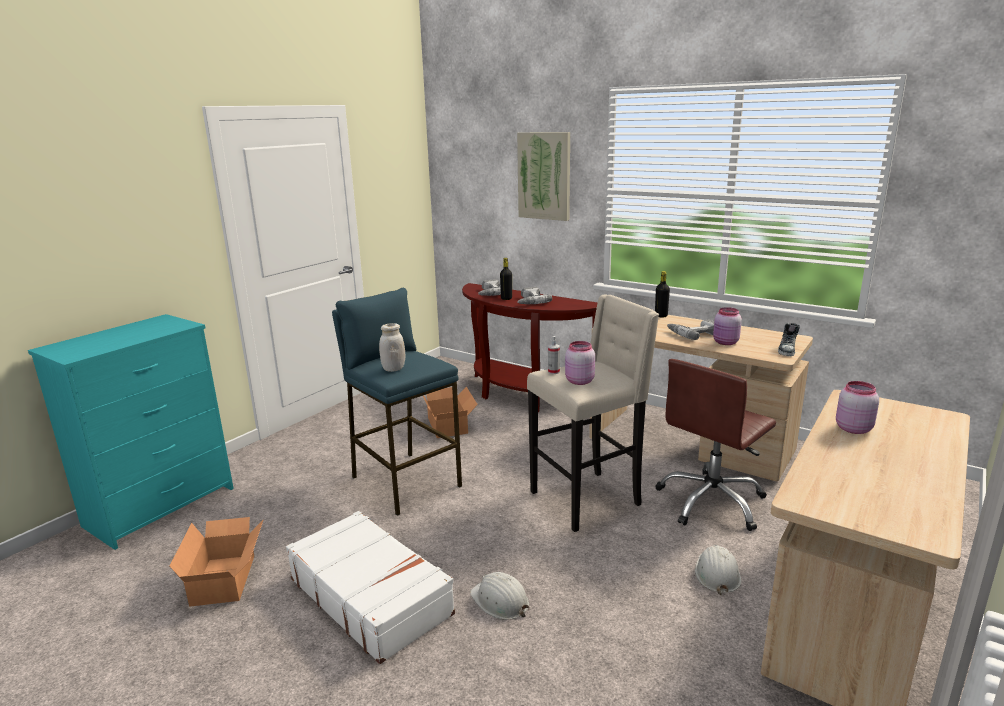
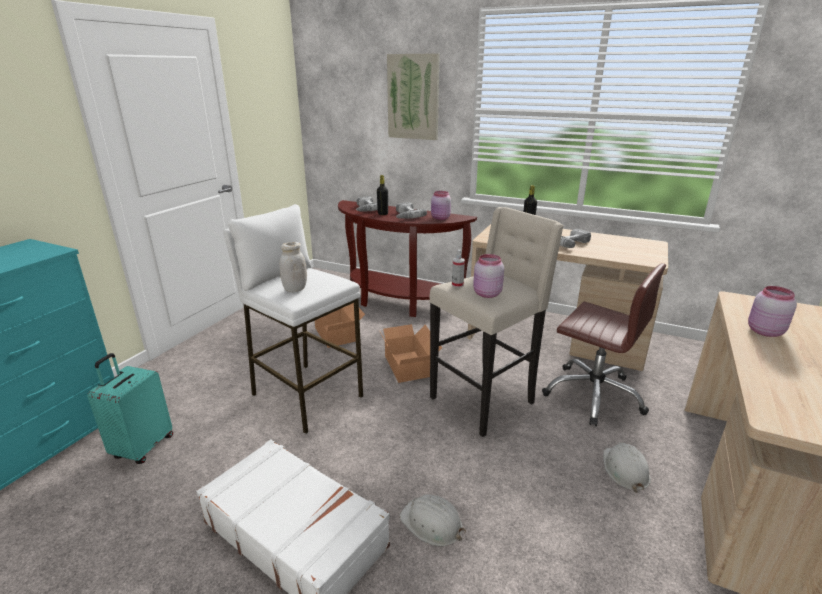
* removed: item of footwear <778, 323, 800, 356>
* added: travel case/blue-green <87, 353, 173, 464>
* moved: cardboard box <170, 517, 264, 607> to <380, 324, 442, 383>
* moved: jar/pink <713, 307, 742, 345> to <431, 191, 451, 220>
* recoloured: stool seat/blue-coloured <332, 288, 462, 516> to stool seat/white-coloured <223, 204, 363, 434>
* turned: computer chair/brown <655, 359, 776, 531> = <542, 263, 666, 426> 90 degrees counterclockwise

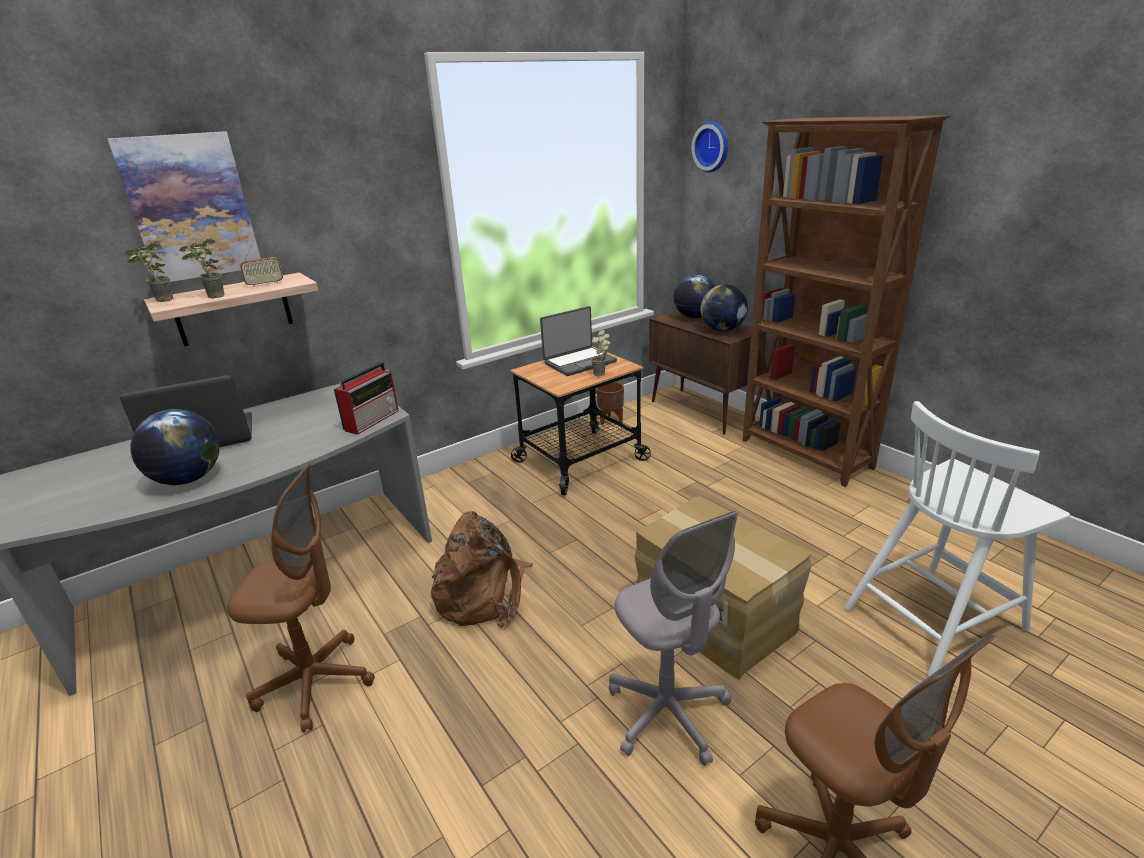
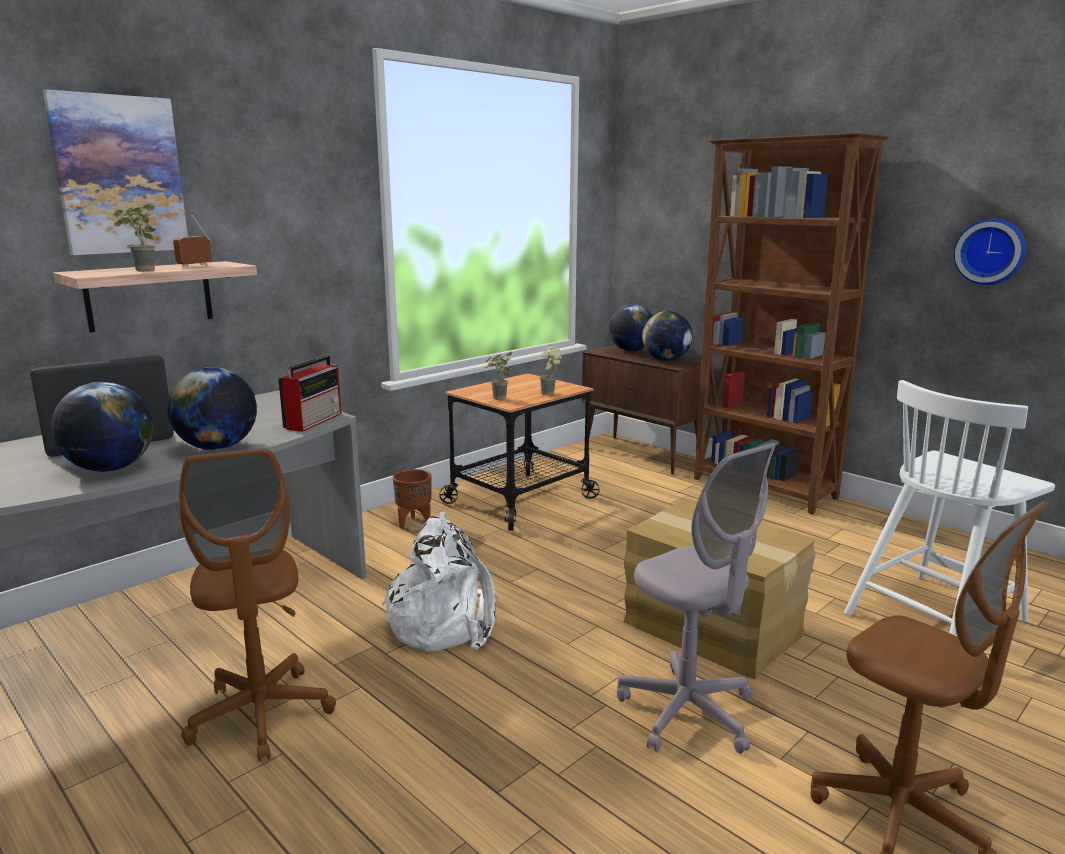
* removed: portable computer <540, 306, 617, 376>
* added: desk globe <167, 367, 257, 450>
* moved: houseplant <125, 242, 173, 302> to <485, 351, 513, 400>
* moved: flower pot/brown <596, 382, 624, 425> to <393, 469, 432, 529>
* moved: wall clock <692, 122, 728, 173> to <954, 218, 1026, 285>
* recoloured: backpack/brown <431, 511, 533, 628> to backpack/white-coloured <382, 512, 495, 652>
* turned: computer chair/brown <227, 463, 375, 732> = <179, 448, 336, 762> 75 degrees clockwise
* turned: radio set <240, 240, 283, 287> = <173, 215, 212, 267> 150 degrees clockwise

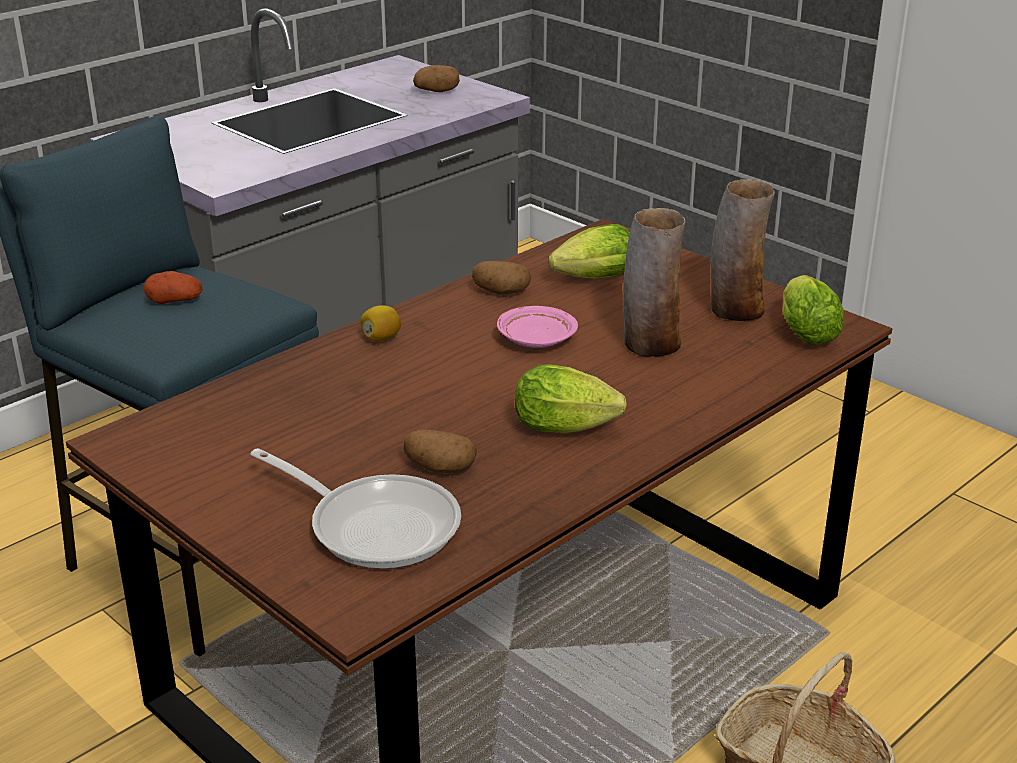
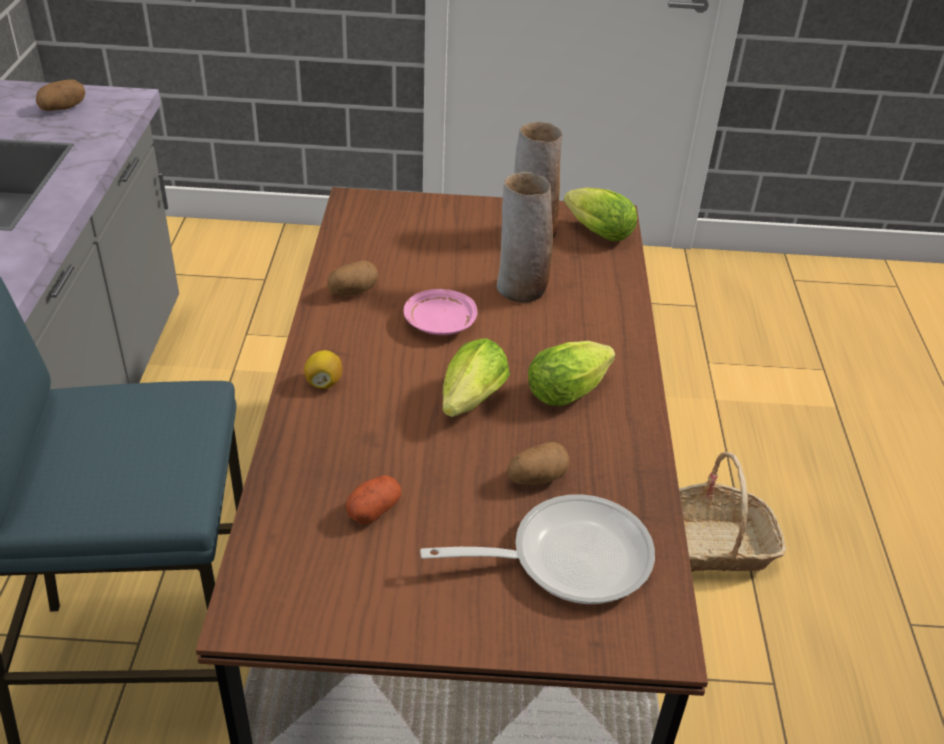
* moved: spud <144, 271, 202, 304> to <346, 475, 401, 524>
* moved: head of lettuce <548, 224, 630, 279> to <442, 338, 510, 417>

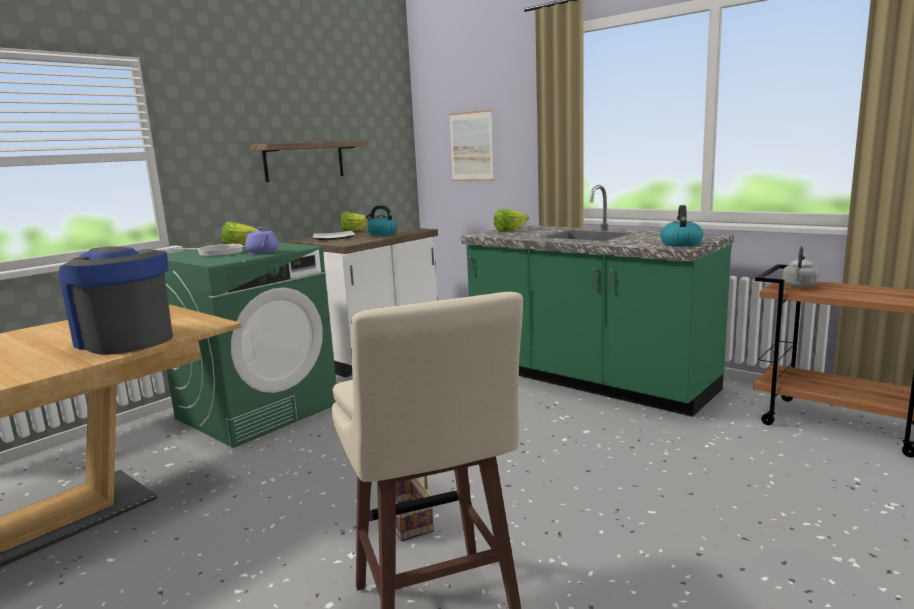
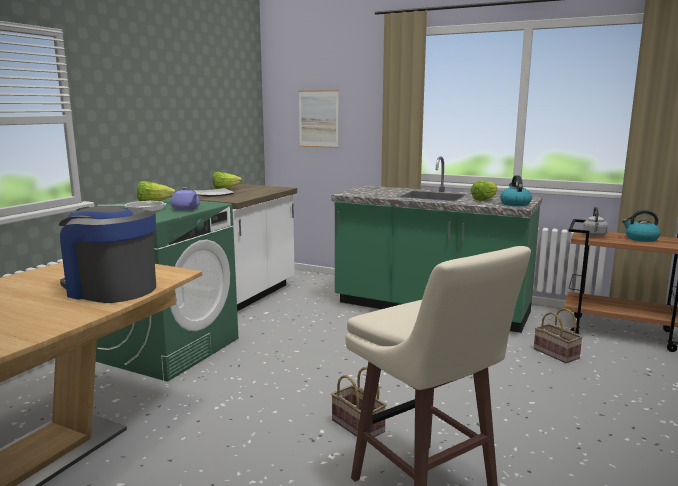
* removed: bracket shelf <249, 141, 368, 182>
* added: household basket <534, 308, 583, 363>
* moved: kettle <365, 205, 397, 236> to <622, 210, 661, 242>
* moved: head of lettuce <494, 209, 529, 232> to <471, 180, 497, 201>

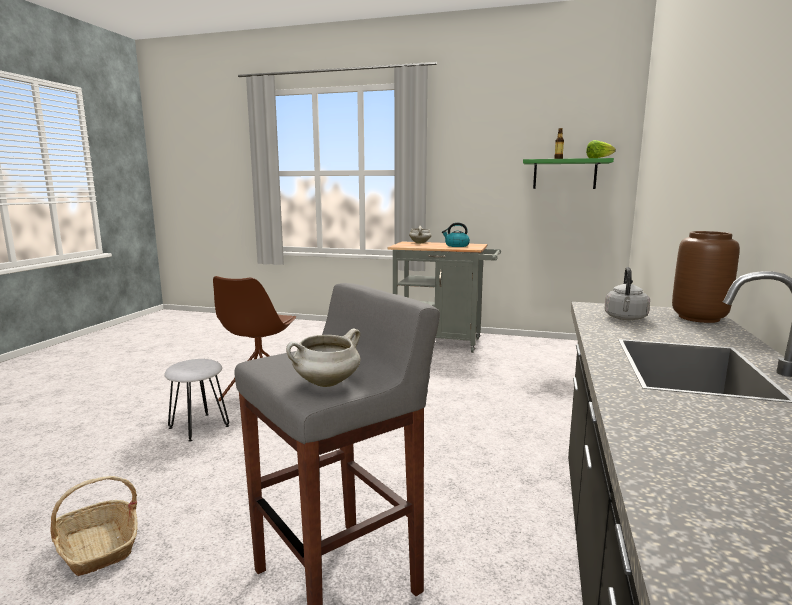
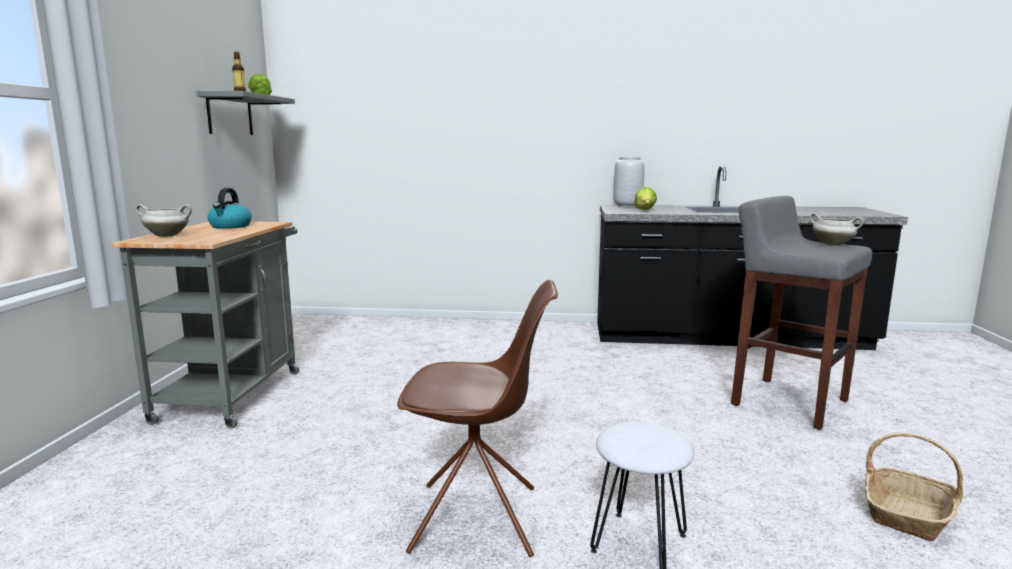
* replaced: kettle/greyish <604, 267, 650, 320> to head of lettuce <634, 187, 657, 210>
* recoloured: bracket shelf/greenish <523, 158, 614, 189> to bracket shelf/greyish <197, 91, 295, 135>
* recoloured: decorative vase/brown <672, 231, 740, 323> to decorative vase/greyish <614, 157, 645, 207>

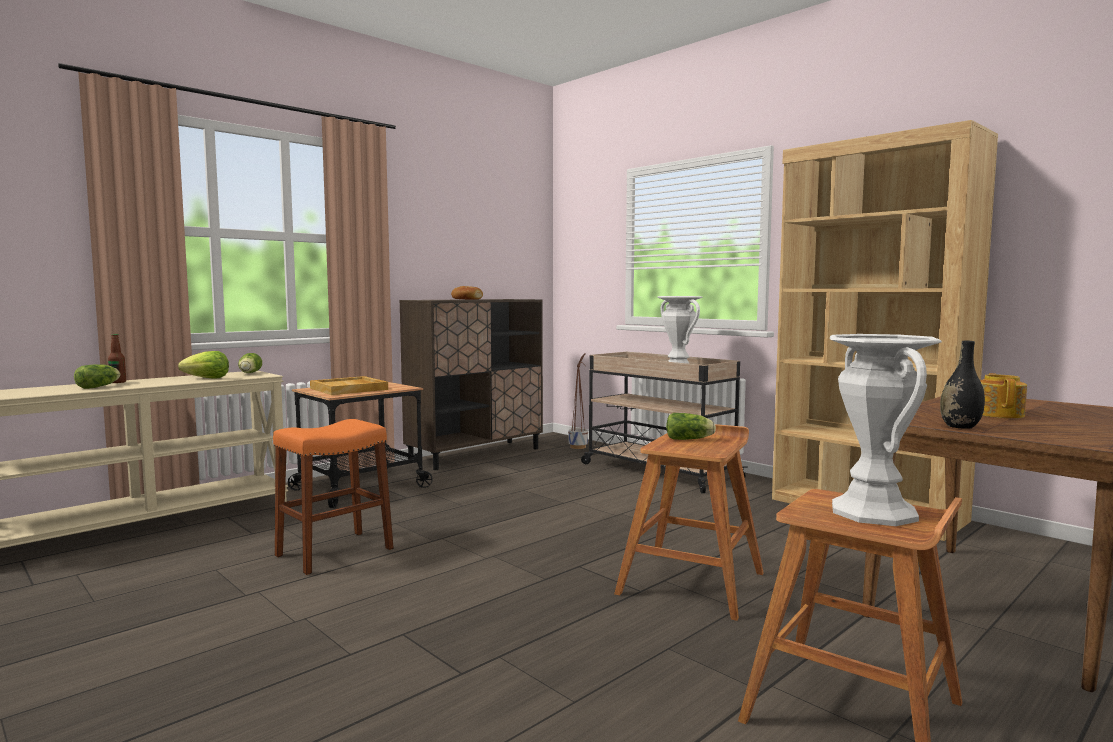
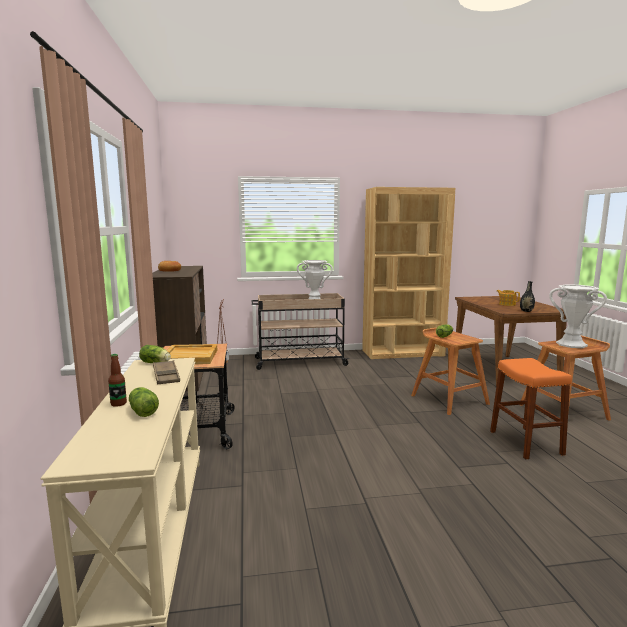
* moved: stool seat/orange <273, 419, 394, 575> to <490, 358, 572, 459>
* replaced: head of lettuce <178, 351, 229, 379> to tray/brown <153, 360, 180, 385>

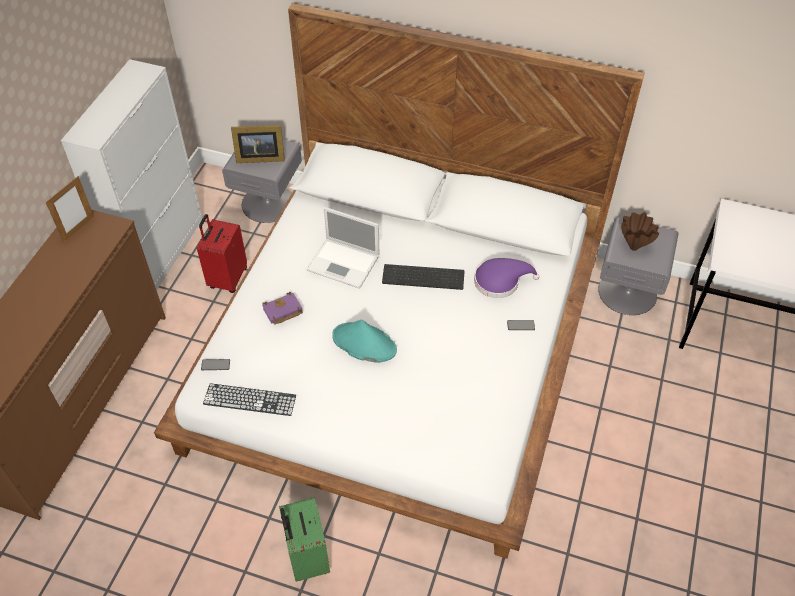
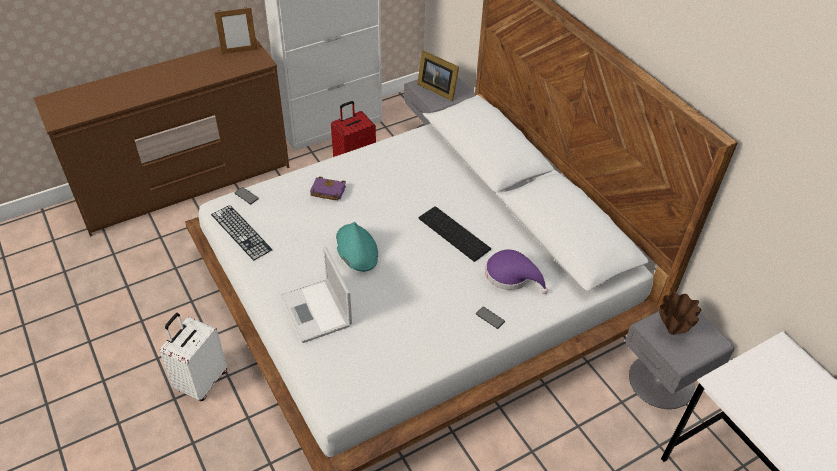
* moved: portable computer <306, 207, 379, 289> to <281, 247, 352, 343>
* recoloured: travel case/greenish <279, 497, 330, 582> to travel case/white-coloured <160, 313, 227, 401>

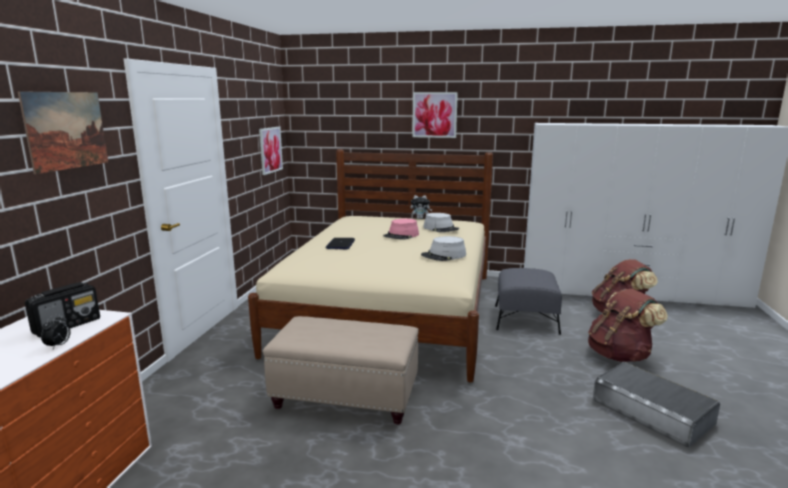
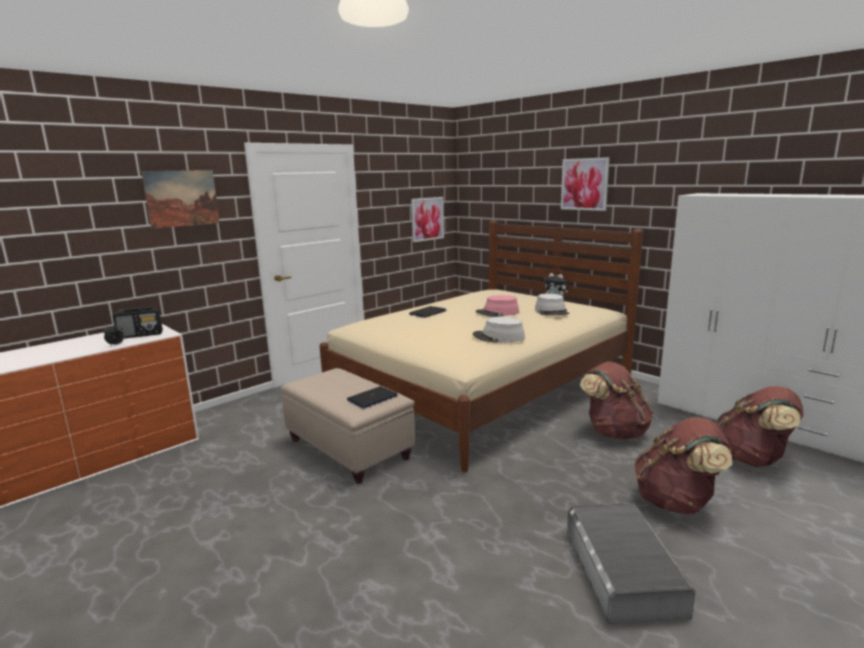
* added: portable computer <347, 386, 398, 409>
* replaced: ottoman/greyish <495, 268, 562, 335> to backpack/brown <580, 361, 654, 439>

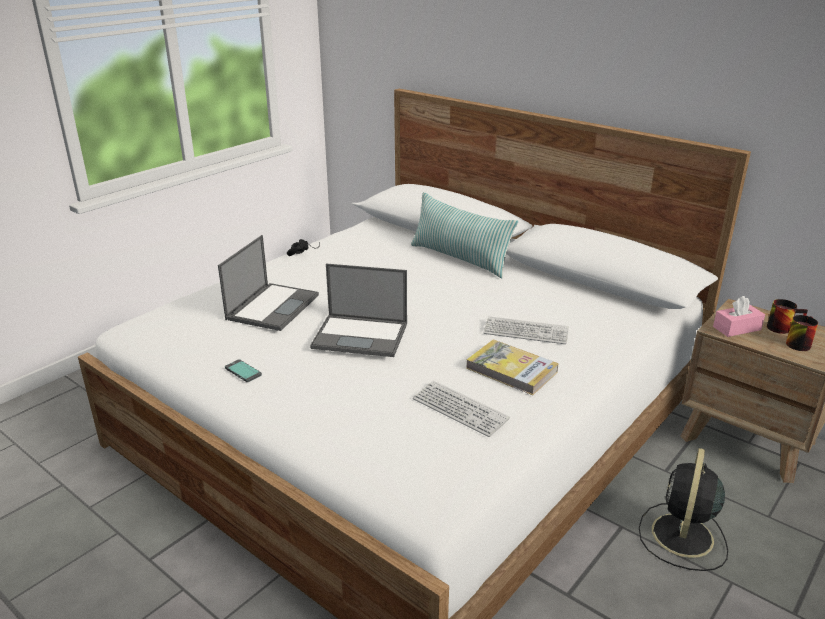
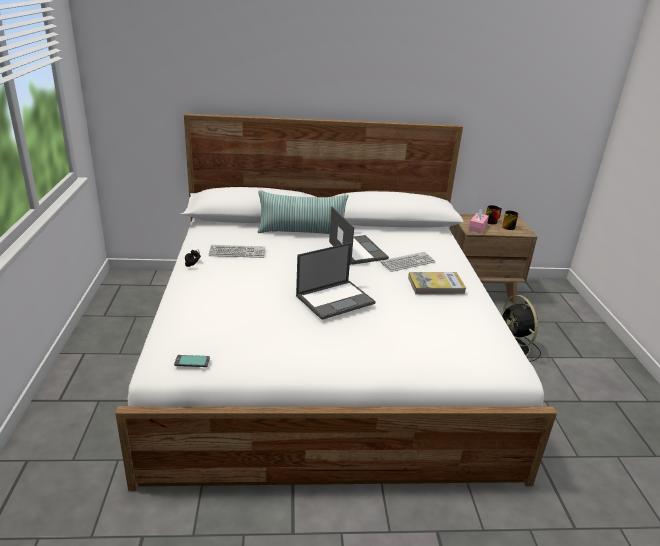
* moved: portable computer <218, 235, 319, 331> to <329, 206, 389, 265>
* moved: handset <225, 359, 262, 382> to <174, 355, 210, 367>
* moved: computer keyboard <413, 381, 510, 437> to <208, 245, 265, 258>

